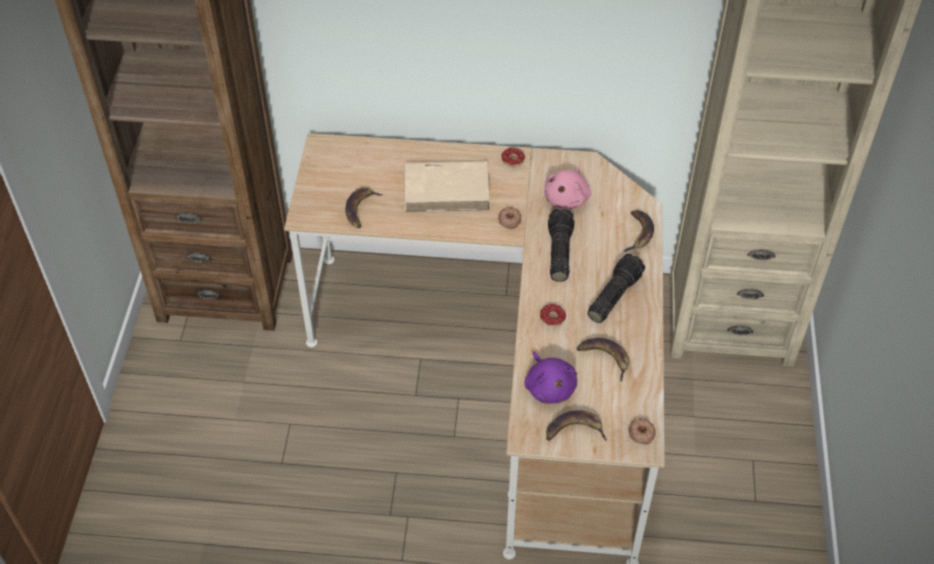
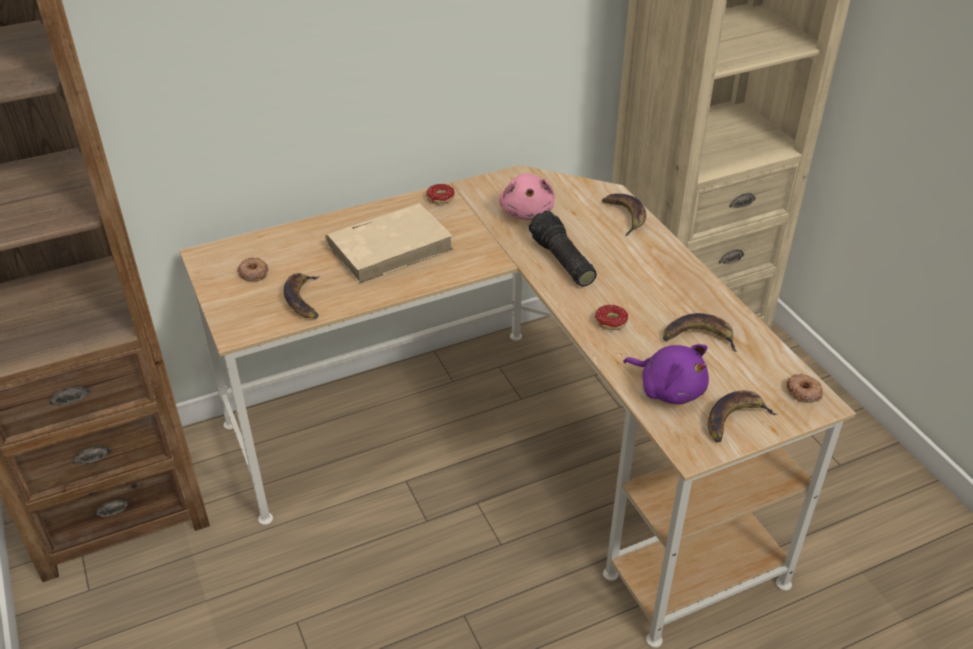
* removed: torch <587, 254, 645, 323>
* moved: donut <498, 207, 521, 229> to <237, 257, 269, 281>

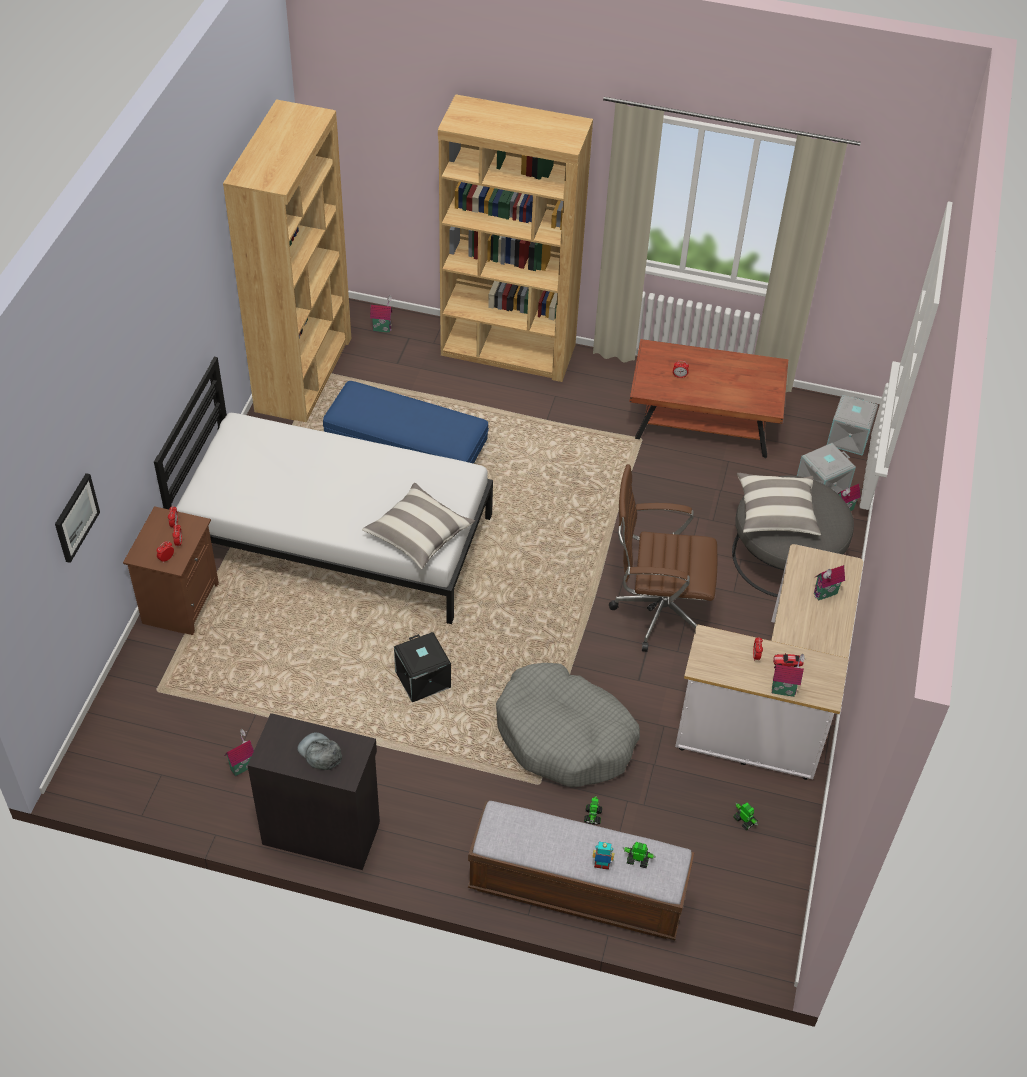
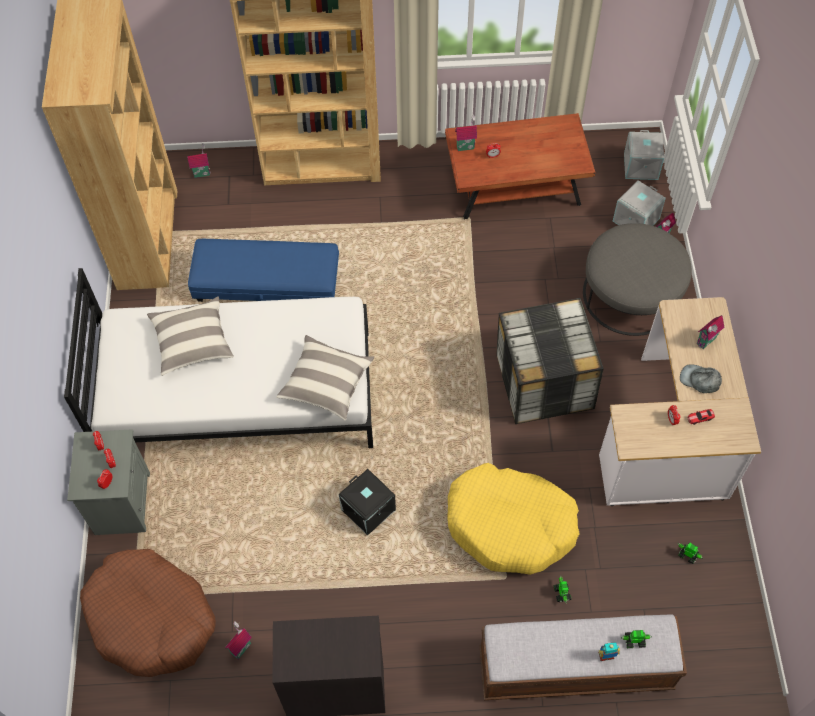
* removed: picture <55, 473, 100, 563>
* added: dog cushion/brown <80, 549, 216, 677>
* moved: baseball cap/greyish <297, 732, 342, 770> to <680, 364, 722, 393>
* moved: cushion <737, 473, 821, 536> to <147, 296, 234, 376>
* moved: model house <772, 654, 804, 697> to <455, 115, 477, 151>
* replaced: computer chair/brown <609, 464, 717, 652> to storage bin <496, 298, 604, 424>
* recoloured: night table/brown <123, 506, 219, 635> to night table/greyish <67, 429, 150, 535>
* recoloured: dog cushion/greyish <496, 663, 640, 787> to dog cushion/yellow-coloured <448, 463, 580, 575>

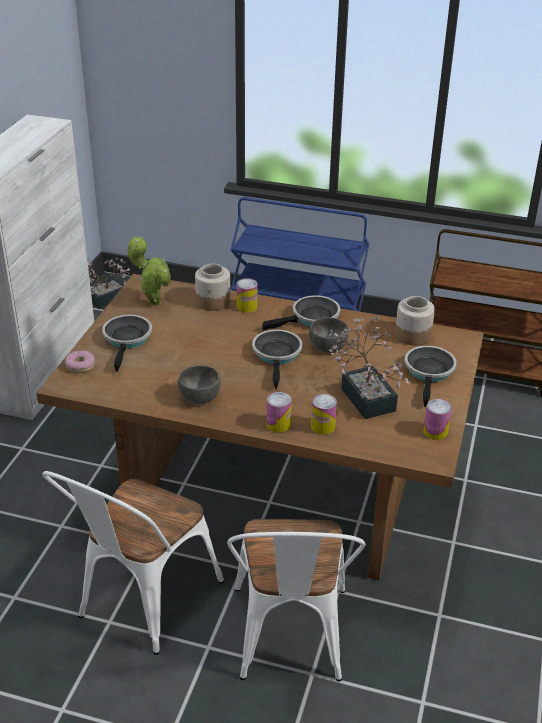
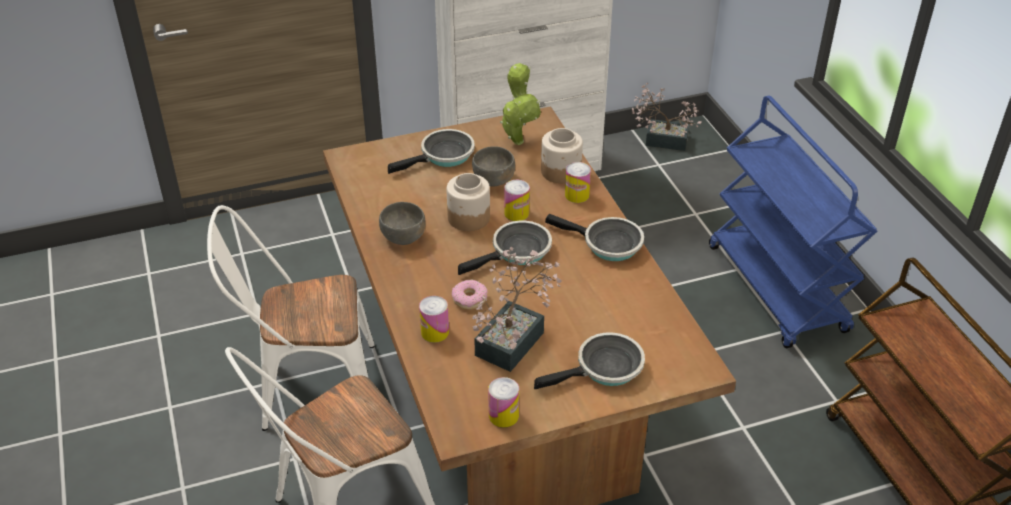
* moved: donut <65, 351, 95, 373> to <452, 279, 487, 310>
* moved: sealed can <267, 392, 292, 433> to <504, 180, 530, 221>
* moved: serving bowl/greyish <309, 317, 349, 353> to <472, 146, 515, 187>
* moved: jar <395, 296, 435, 346> to <446, 173, 490, 231>

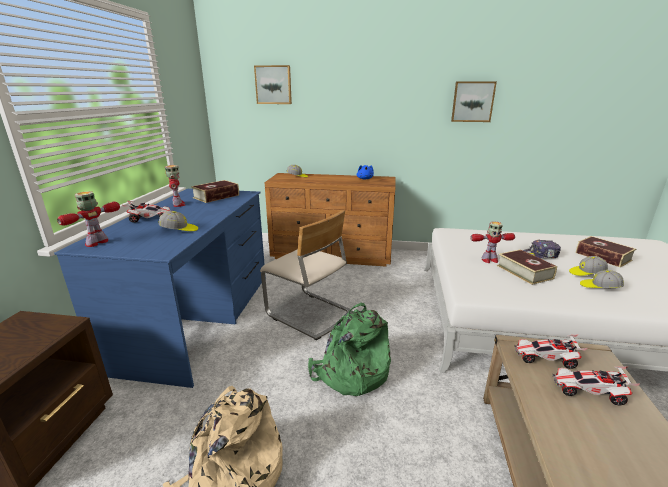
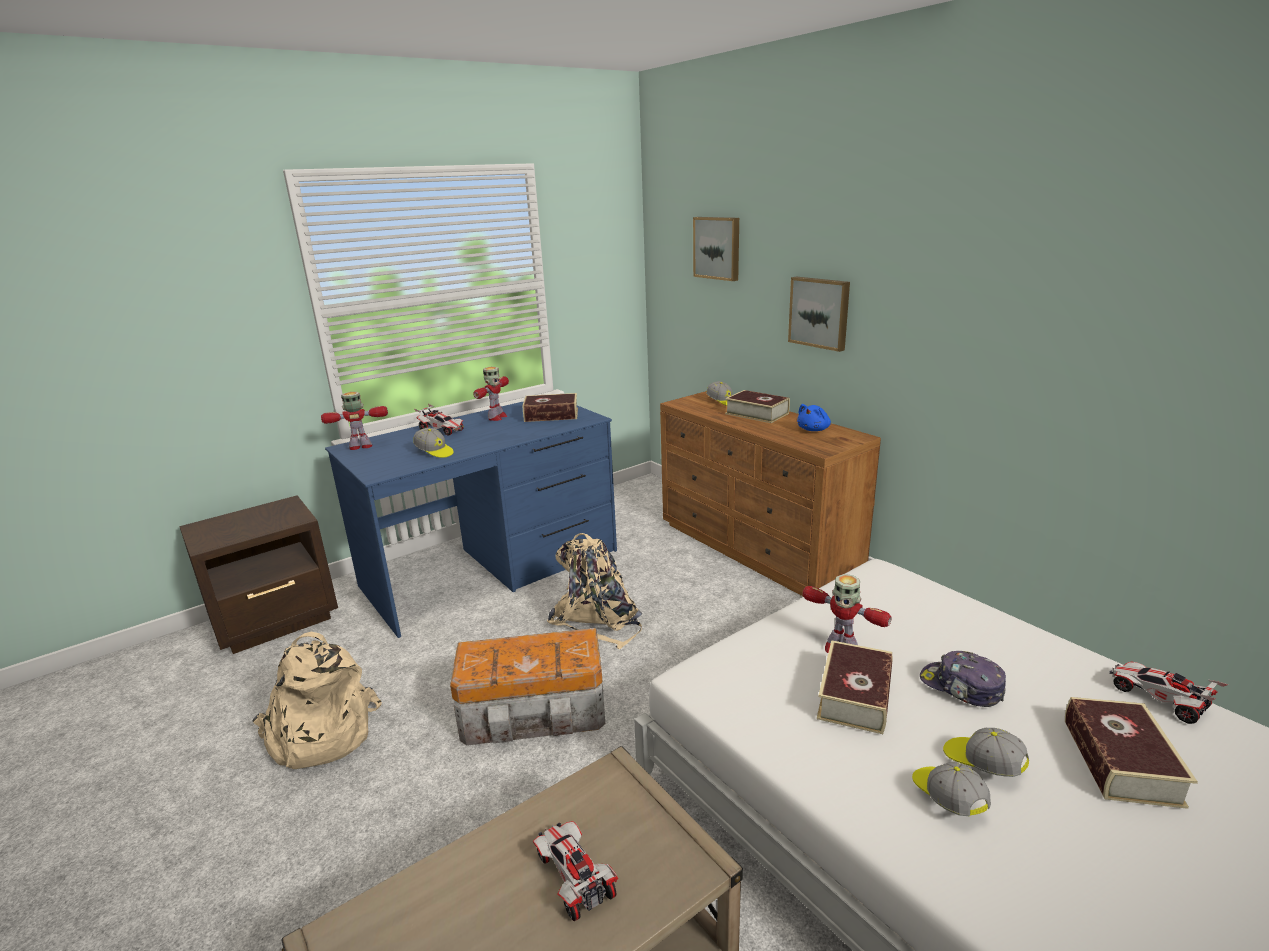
* added: bound book <725, 390, 790, 423>
* moved: picture <451, 81, 497, 122> to <788, 276, 850, 352>
* moved: miniature car <514, 335, 588, 369> to <1109, 662, 1228, 724>
* replaced: chair/beige-coloured <260, 210, 353, 340> to backpack/beige-coloured <547, 533, 642, 649>
* replaced: backpack/greenish <308, 303, 391, 396> to storage bin <450, 628, 605, 746>

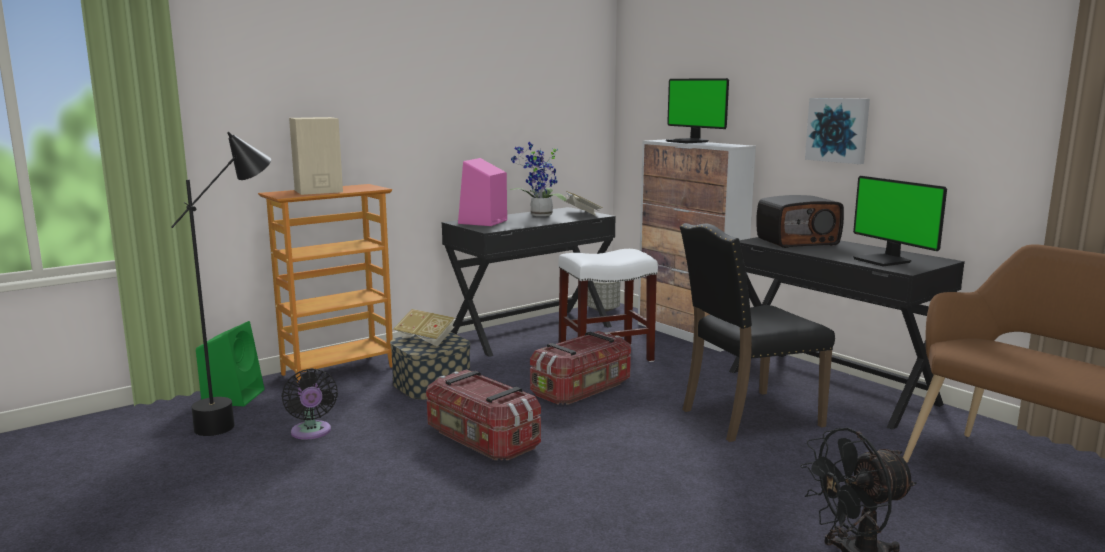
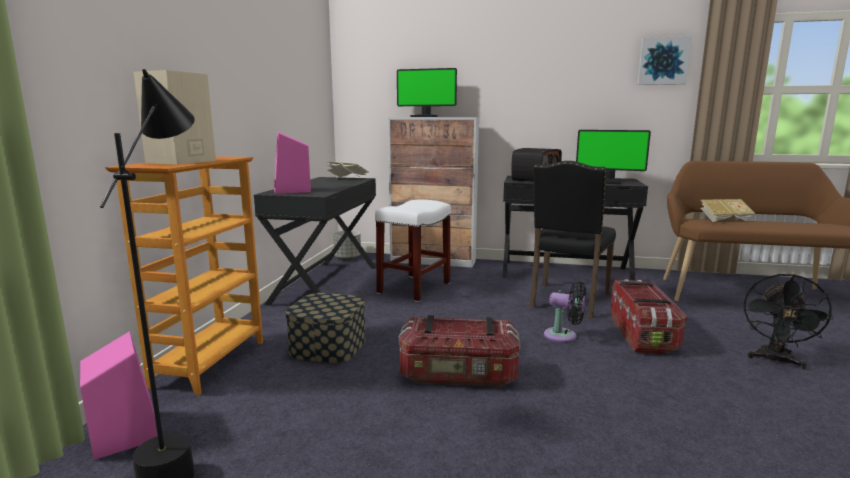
* removed: houseplant <510, 142, 567, 216>
* moved: fan/black-coloured <281, 368, 338, 440> to <544, 281, 586, 343>
* moved: bound book <393, 309, 455, 347> to <700, 199, 756, 222>
* moved: storage bin <530, 331, 631, 405> to <611, 279, 687, 354>
* moved: picture <805, 98, 870, 164> to <637, 36, 692, 85>
* recoloured: loudspeaker/greenish <196, 321, 265, 406> to loudspeaker/pink <80, 331, 158, 460>

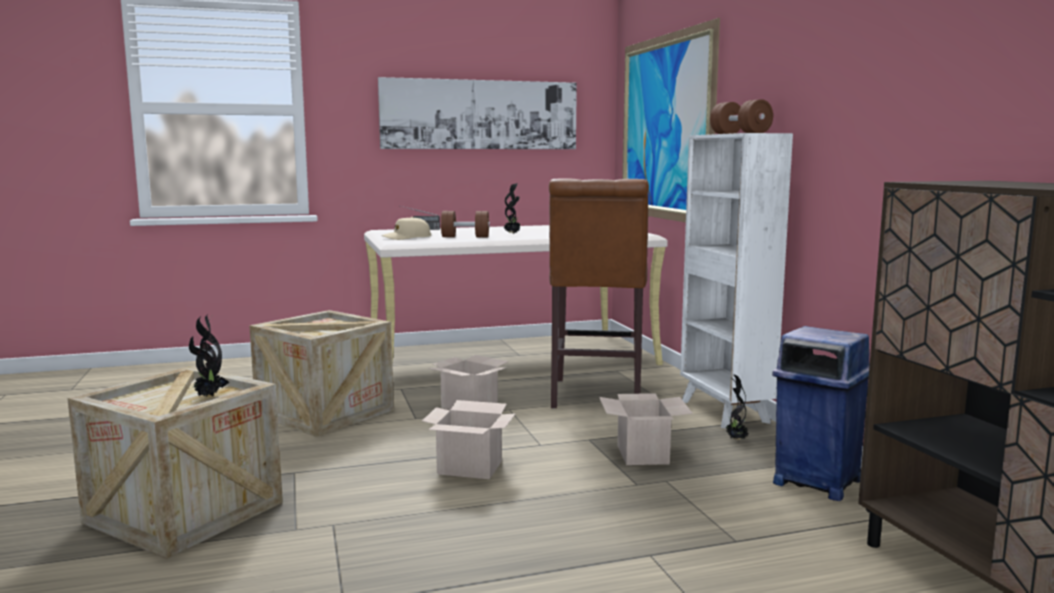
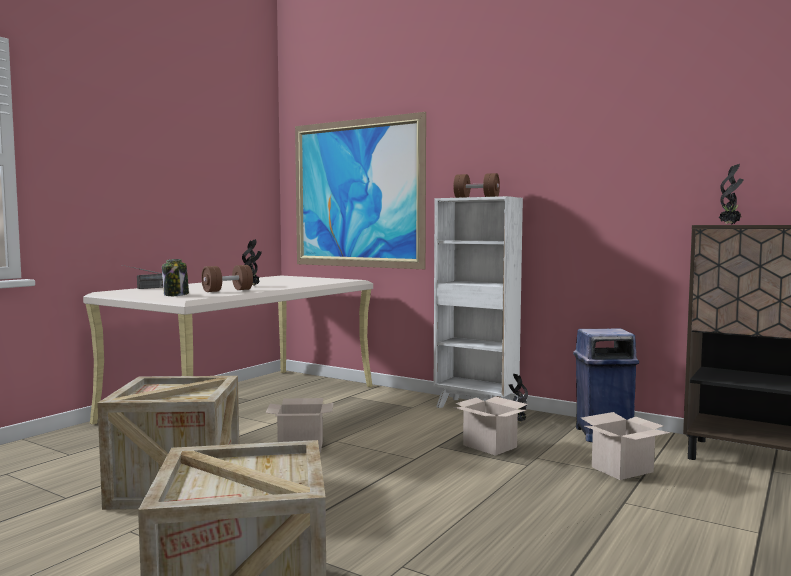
* removed: picture <378, 77, 577, 149>
* removed: stool seat/brown <549, 178, 649, 409>
* moved: houseplant <189, 314, 229, 397> to <719, 164, 744, 225>
* moved: cardboard box <422, 400, 516, 479> to <581, 412, 671, 480>
* replaced: baseball cap/beige-coloured <382, 217, 431, 240> to jar <162, 259, 189, 296>

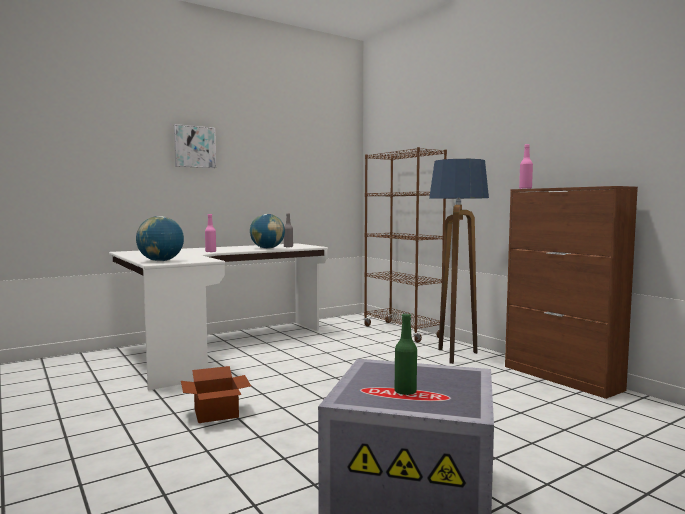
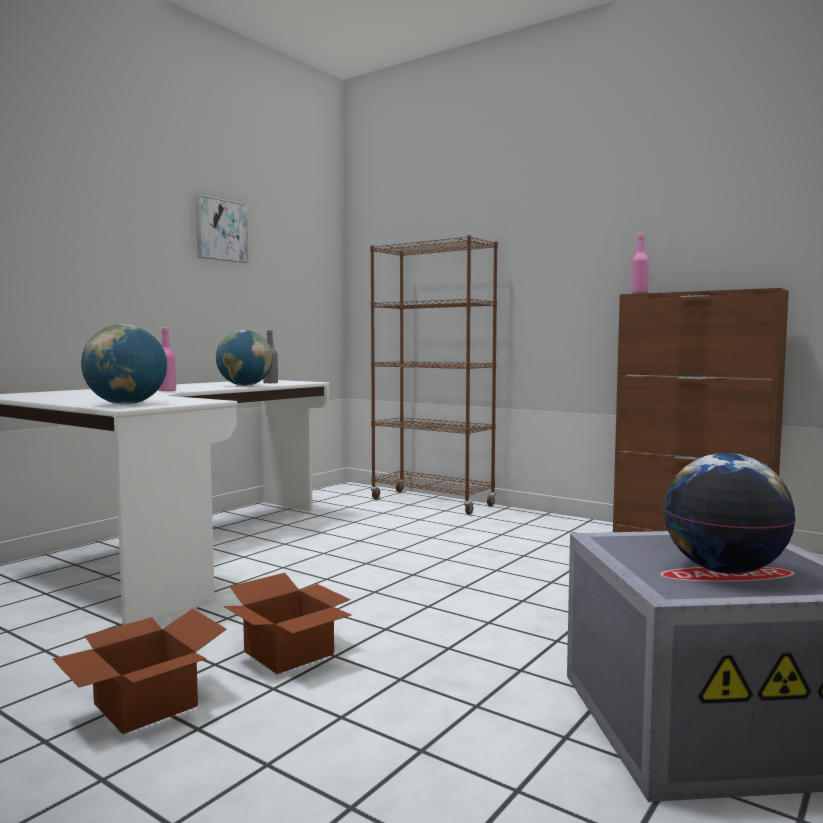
* removed: standard lamp <429, 159, 489, 364>
* added: cardboard box <52, 608, 227, 734>
* moved: picture <174, 124, 216, 168> to <196, 195, 249, 263>
* replaced: bottle/greenish <395, 313, 417, 395> to desk globe <663, 453, 796, 574>

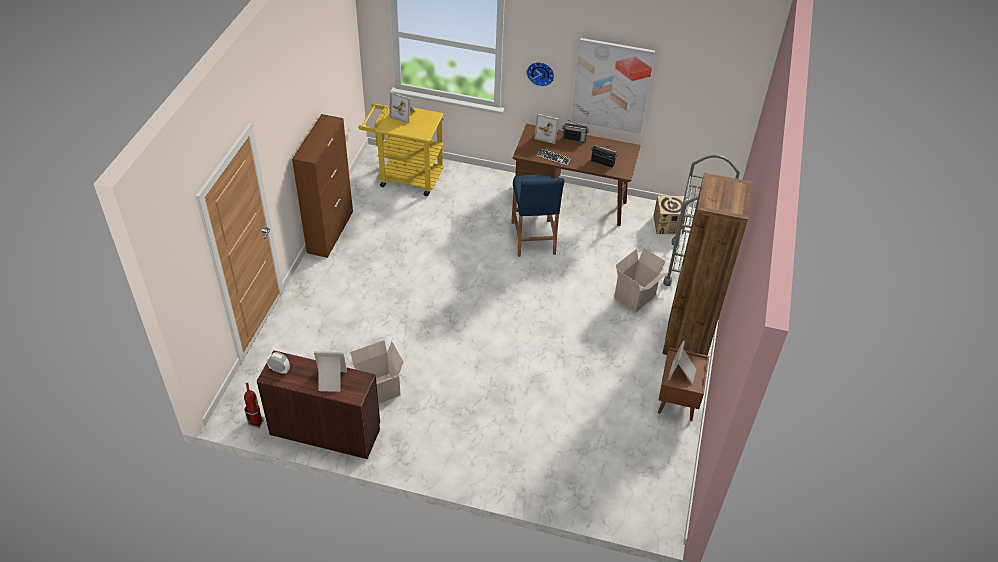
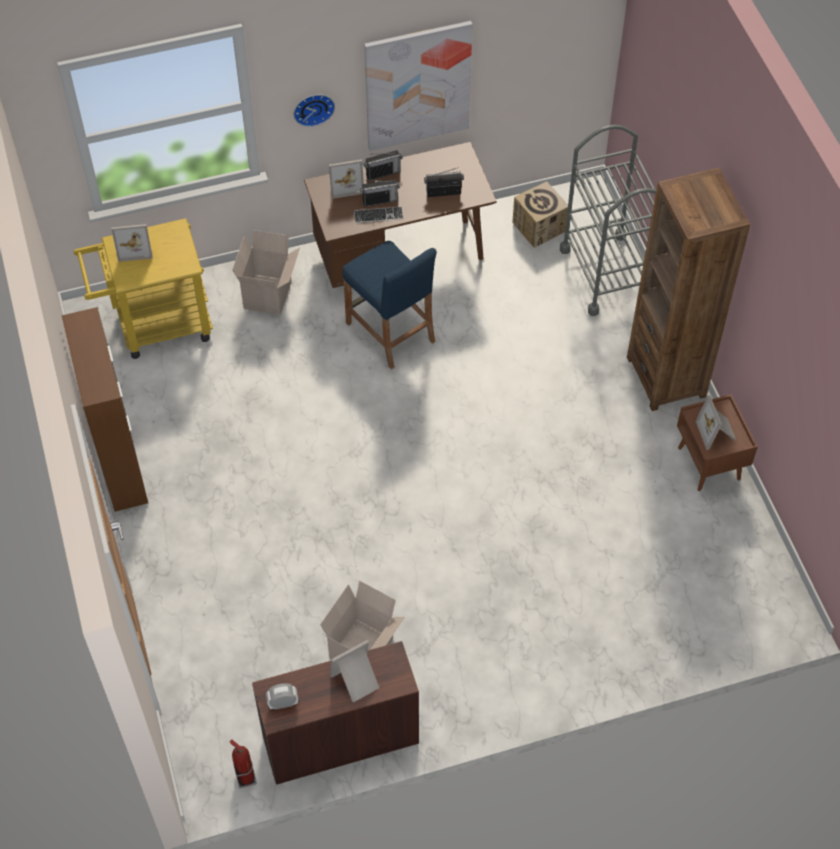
* added: radio set <360, 179, 400, 207>
* moved: cardboard box <614, 248, 669, 312> to <232, 230, 300, 315>

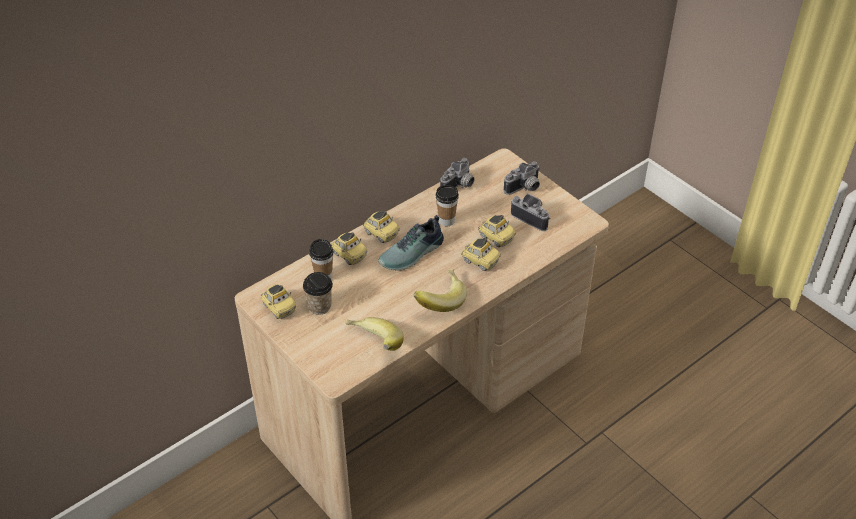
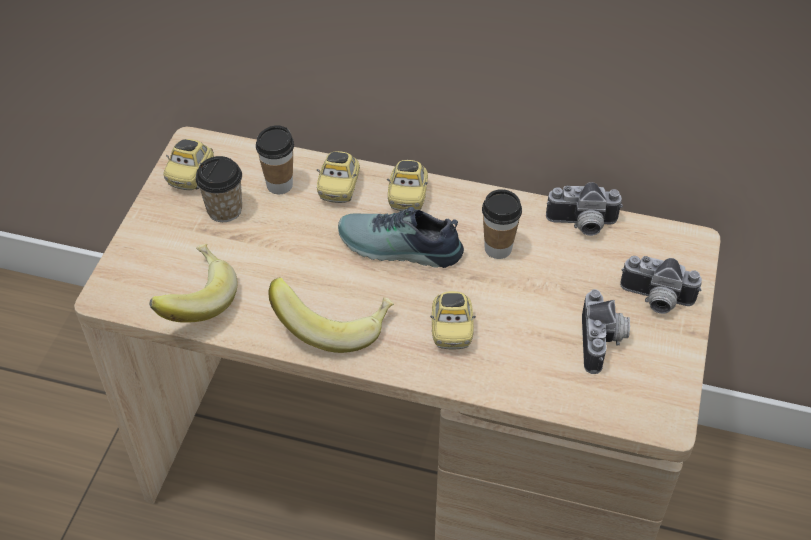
* removed: miniature car <478, 215, 516, 247>

